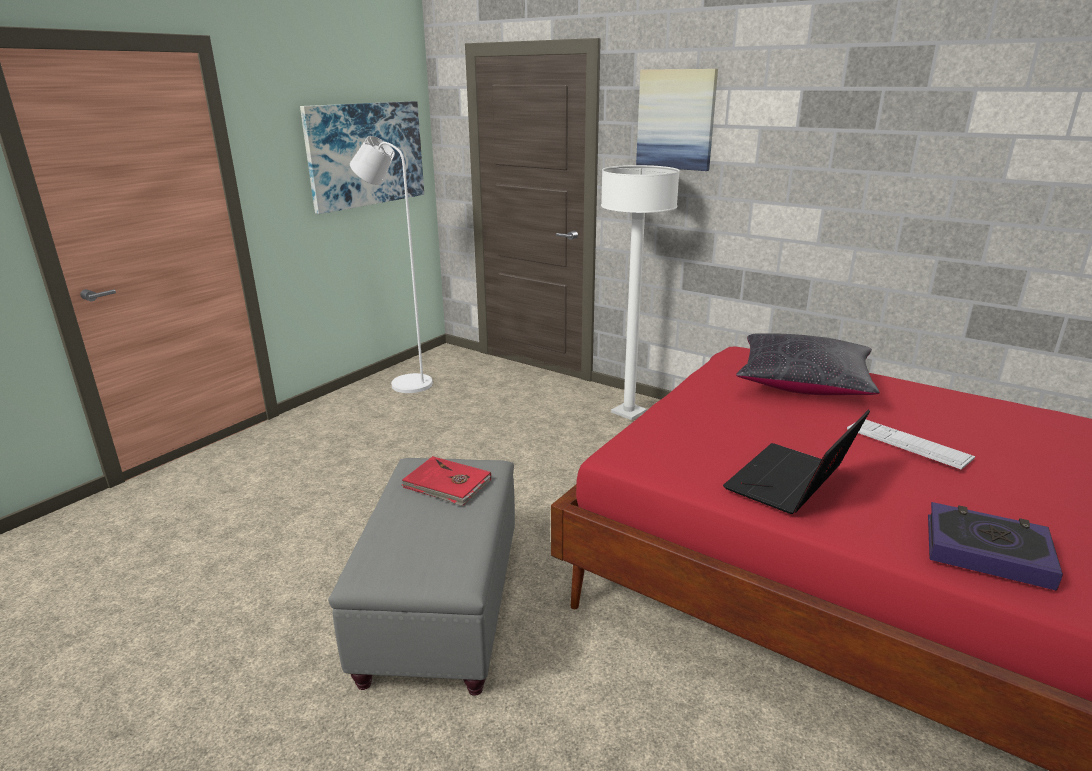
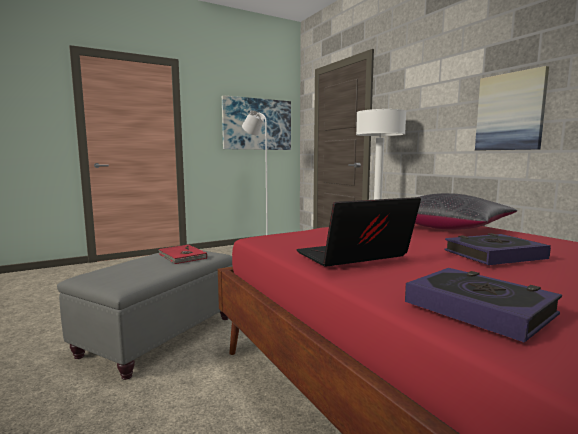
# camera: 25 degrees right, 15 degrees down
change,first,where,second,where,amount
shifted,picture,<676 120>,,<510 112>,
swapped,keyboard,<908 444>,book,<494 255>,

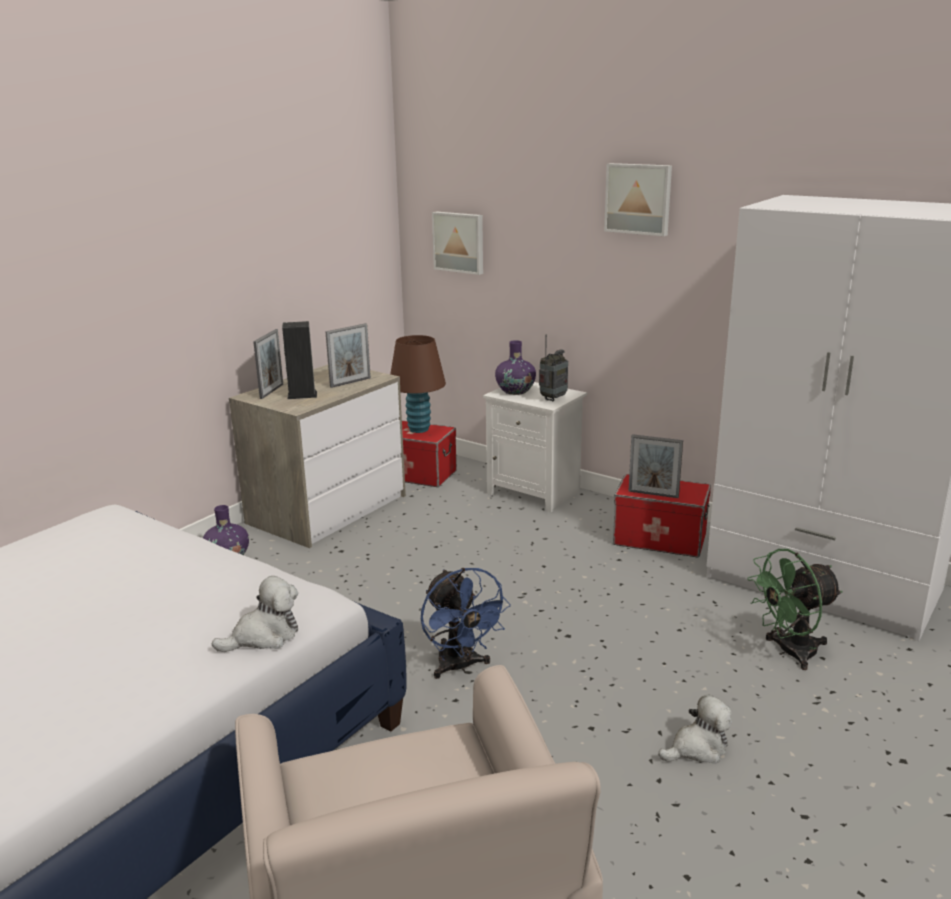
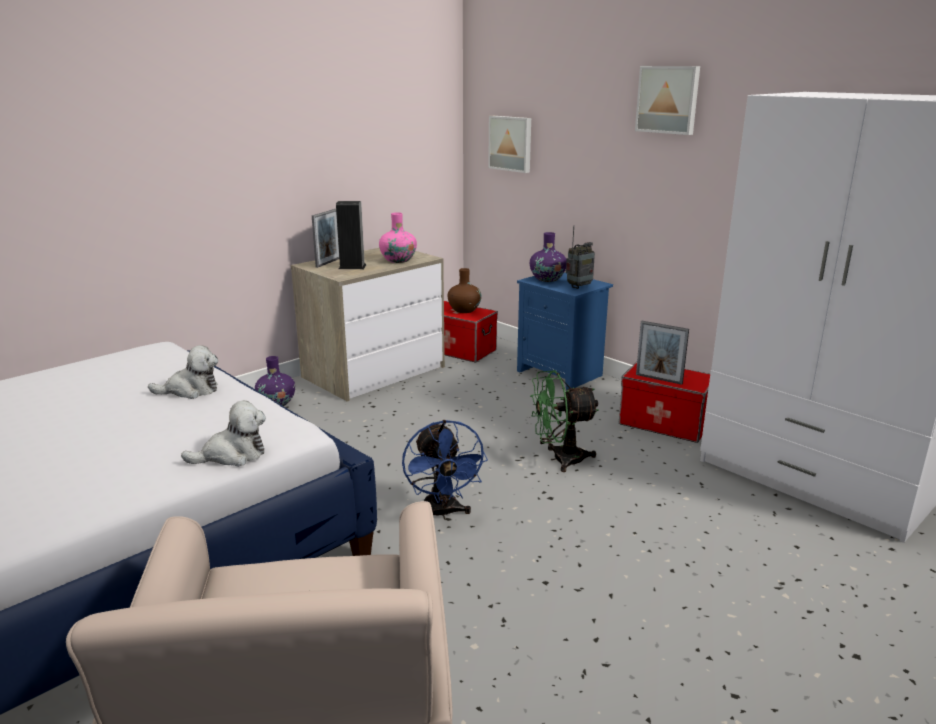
# camera: 10 degrees right, 0 degrees up
change,first,where,second,where,amount
shifted,plush toy,<697 748>,,<191 390>,
shifted,fan (green),<789 652>,,<560 459>,
swapped,picture frame,<350 382>,vase (pink),<398 260>,
swapped,table lamp (brown),<418 429>,vase (brown),<464 310>,
repainted,nightstand (white),<536 492>,nightstand (blue),<561 373>,

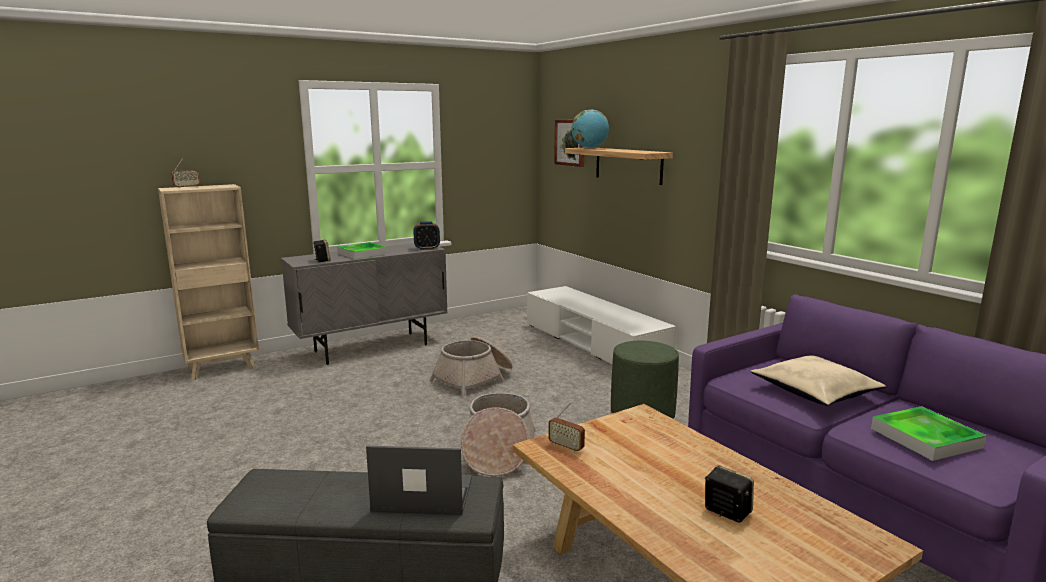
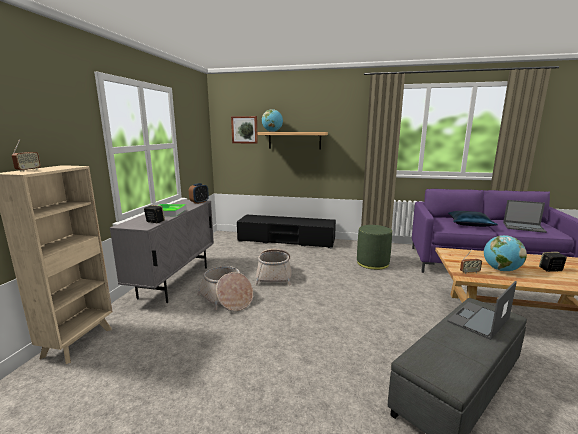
# camera: 45 degrees left, 0 degrees up
change,first,where,second,where,amount
new,,,globe,<501 270>,
shifted,basket,<498 451>,,<226 299>,
swapped,tray,<925 438>,laptop,<524 227>,
repainted,tv stand (white),<594 343>,tv stand (black),<286 240>,
repainted,pillow (beige),<816 392>,pillow (blue),<470 224>,

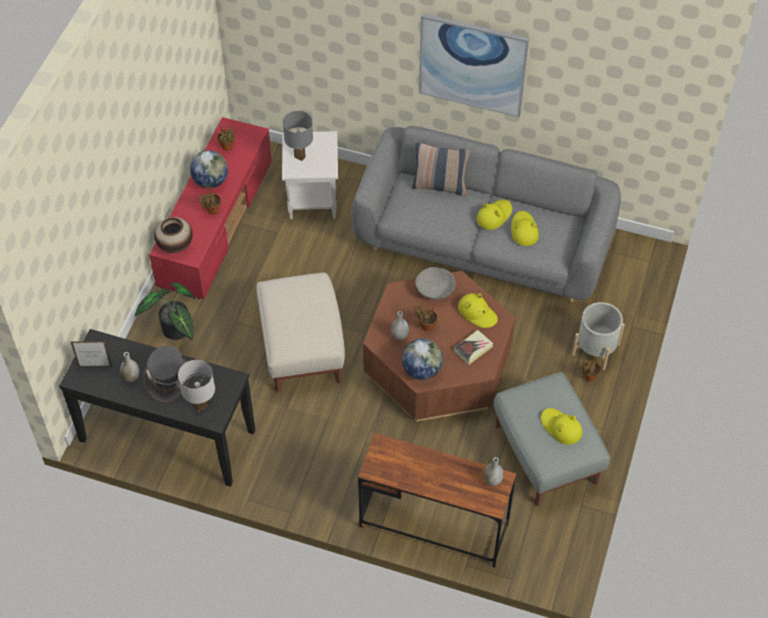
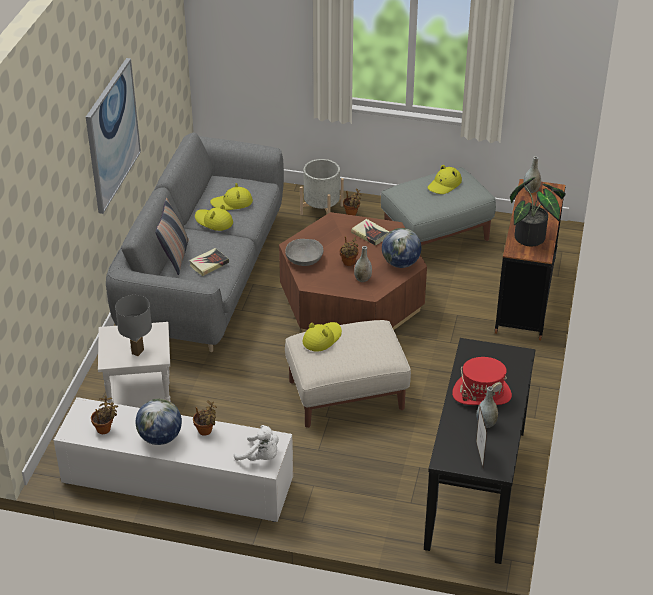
# camera: 95 degrees left, 15 degrees down
change,first,where,second,where,amount
gone,table lamp (white),<201 406>,,,
new,,,book,<209 264>,
shifted,potted plant,<176 331>,,<533 237>,
shifted,hat (yellow),<477 313>,,<322 338>,
swapped,vase,<175 245>,plush toy (white),<260 457>,
repainted,hat (grey),<168 379>,hat (red),<482 394>,
repainted,tv stand (red),<215 223>,tv stand (white),<176 482>,

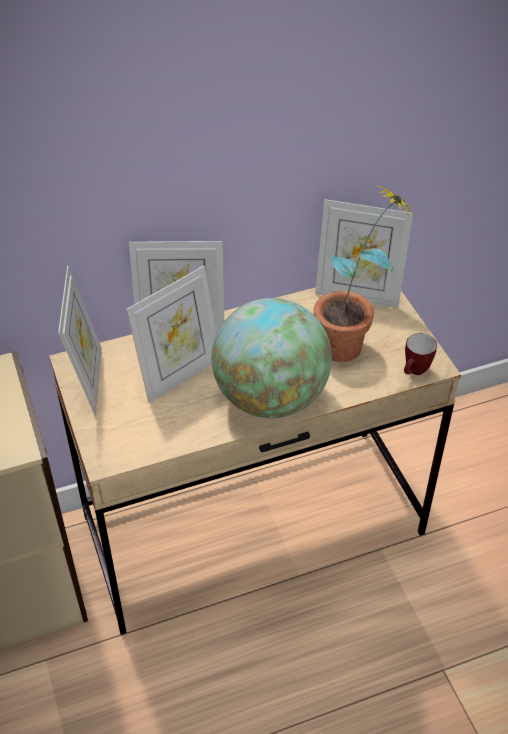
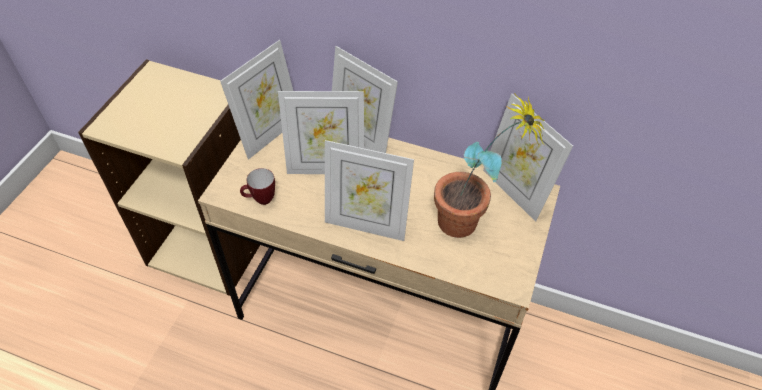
# camera: 40 degrees right, 5 degrees up
change,first,where,second,where,amount
shifted,mug,<415 372>,,<260 200>,
swapped,globe,<270 397>,picture frame,<366 224>,

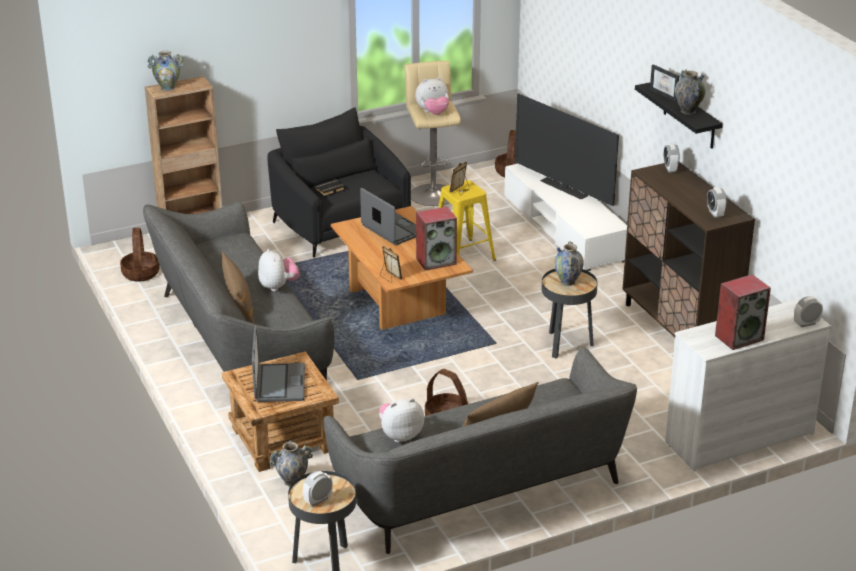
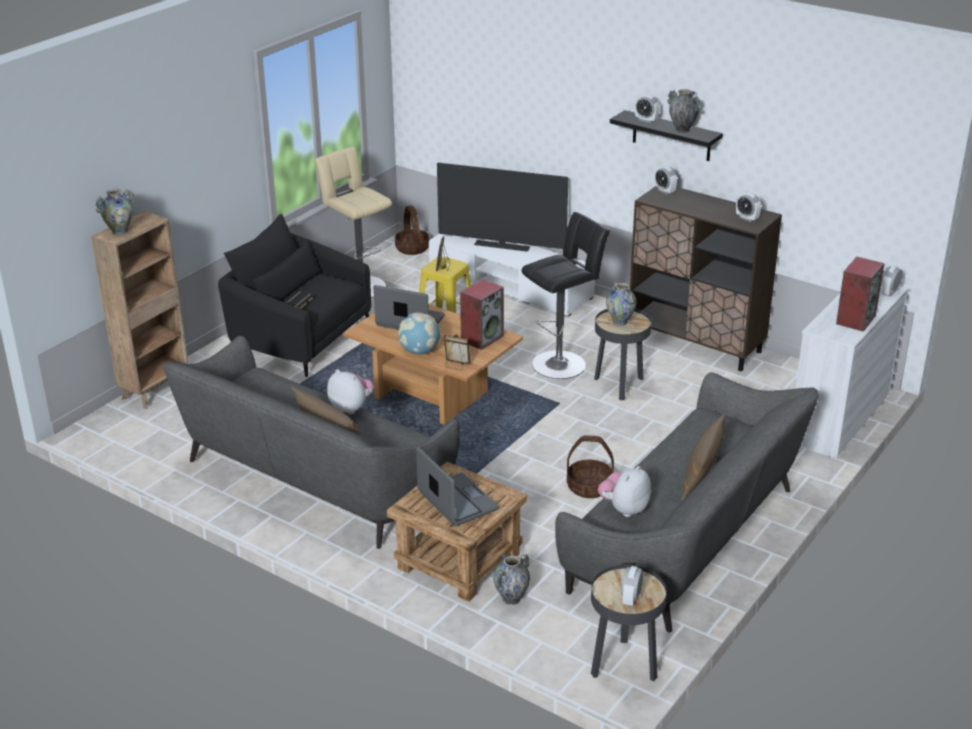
# camera: 30 degrees left, 0 degrees up
change,first,where,second,where,amount
gone,basket,<140 273>,,,
gone,plush toy,<433 113>,,,
new,,,globe,<419 351>,
new,,,stool (black),<562 363>,
swapped,picture frame,<666 94>,alarm clock,<646 120>,

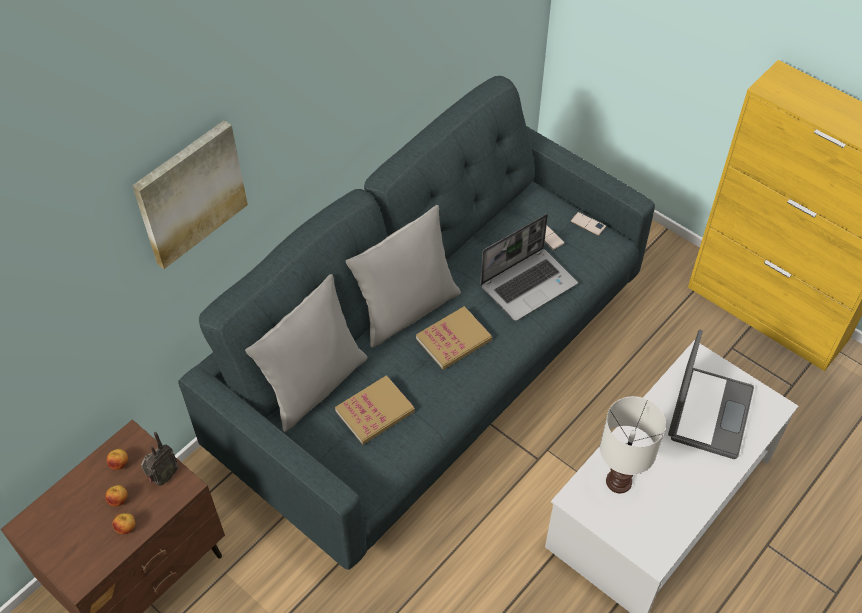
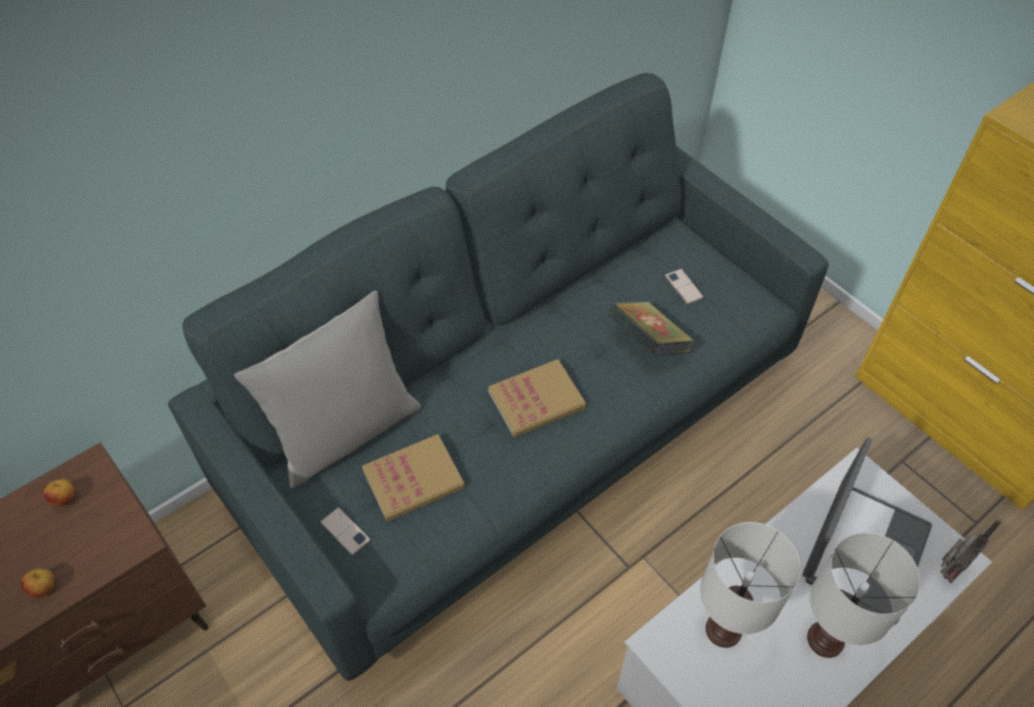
# camera: 10 degrees right, 0 degrees up
change,first,where,second,where,amount
gone,apple,<119 500>,,,
gone,picture,<190 193>,,,
gone,pillow (grey),<406 310>,,,
new,,,table lamp (white),<826 639>,
shifted,radio,<163 477>,,<947 571>,
shifted,phone,<588 224>,,<345 531>,
swapped,laptop,<528 284>,book,<647 343>,

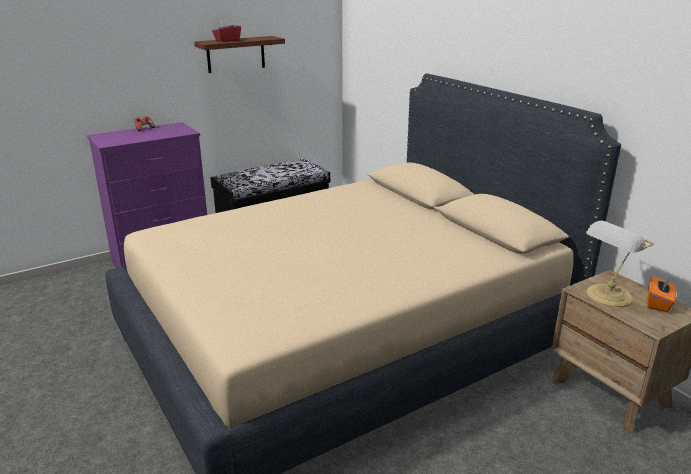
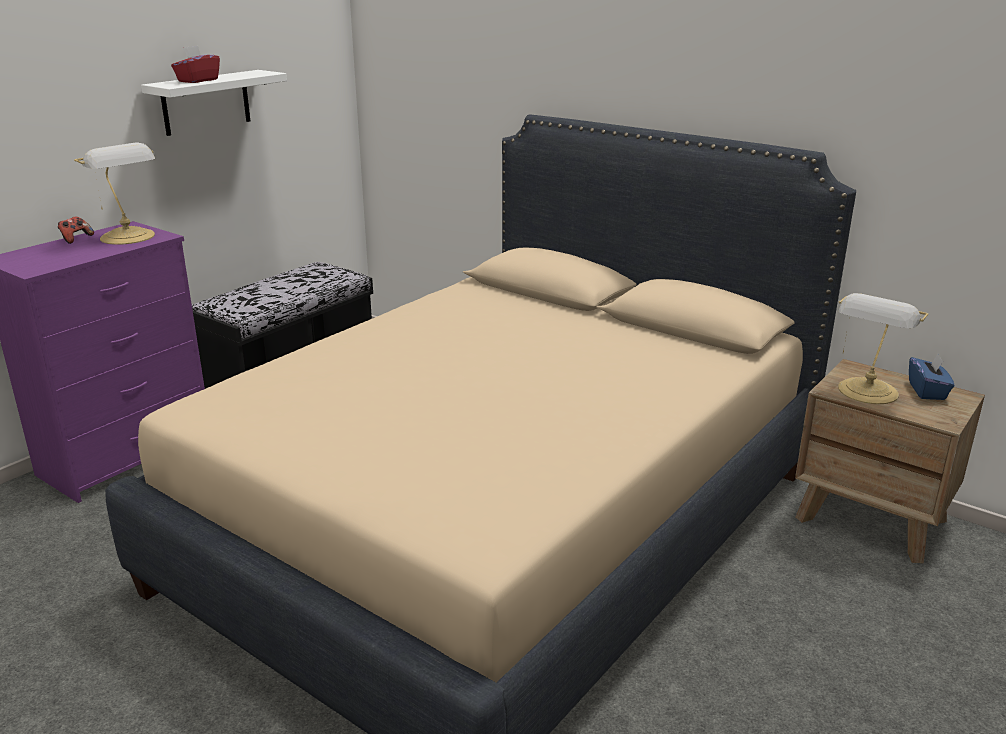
# camera: 20 degrees left, 0 degrees up
change,first,where,second,where,amount
new,,,table lamp,<129 237>,
repainted,shelf (brown),<236 54>,shelf (white),<206 102>,
repainted,tissue box (orange),<658 303>,tissue box (blue),<927 391>,

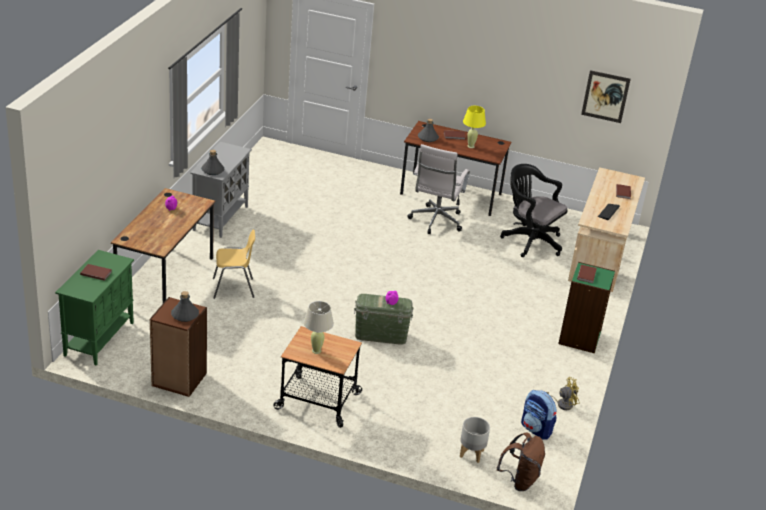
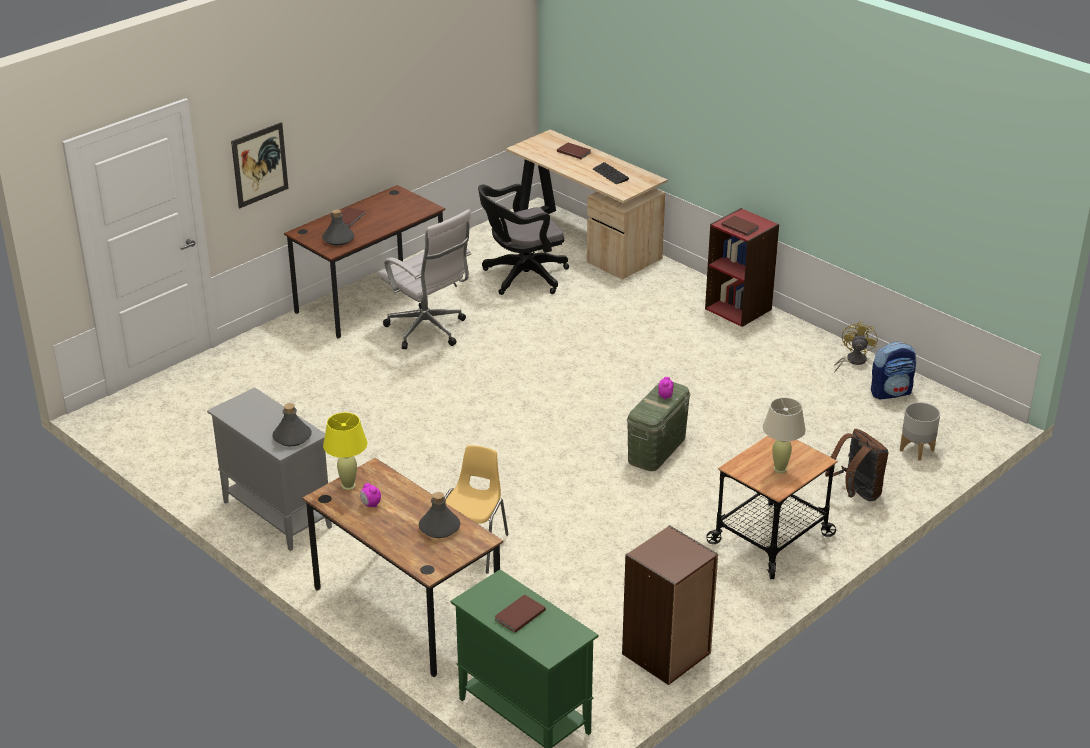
# camera: 60 degrees left, 0 degrees up
change,first,where,second,where,amount
shifted,bottle (grey),<185 315>,,<439 527>,
shifted,table lamp (yellow),<471 146>,,<348 485>,
shifted,backpack (brown),<519 480>,,<856 493>,
shifted,picture,<605 96>,,<260 165>,
repainted,bookcase (green),<580 338>,bookcase (red),<739 309>,

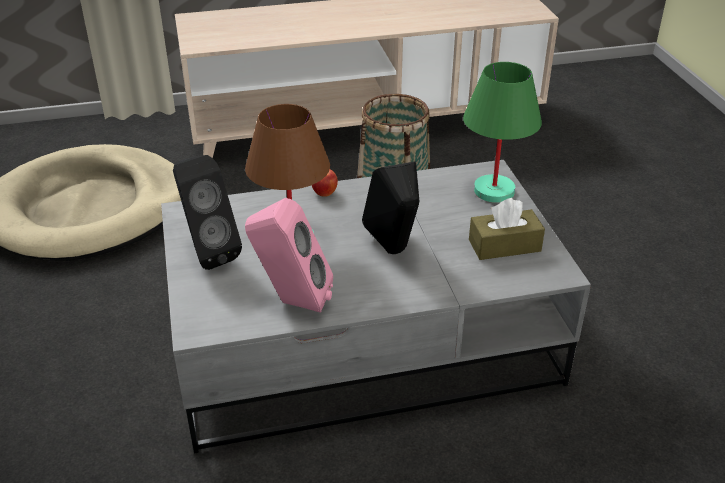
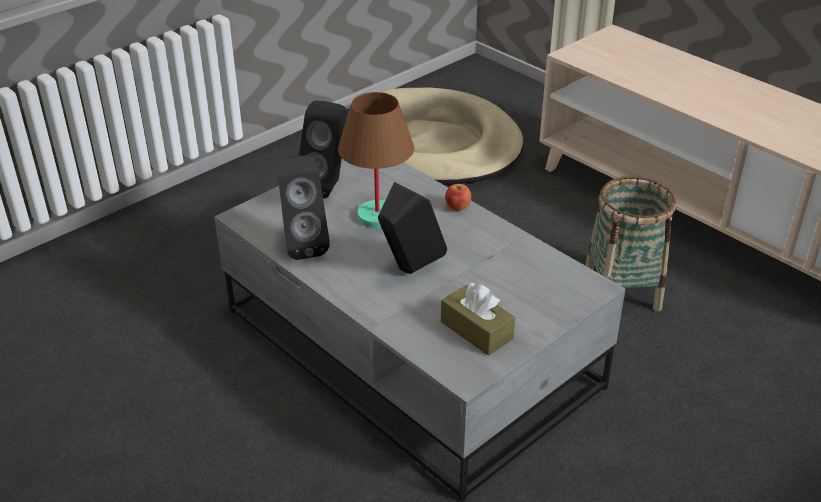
# camera: 60 degrees right, 0 degrees up
change,first,where,second,where,amount
gone,table lamp (green),<494 190>,,,
repainted,speaker (pink),<291 302>,speaker (black),<303 244>,

